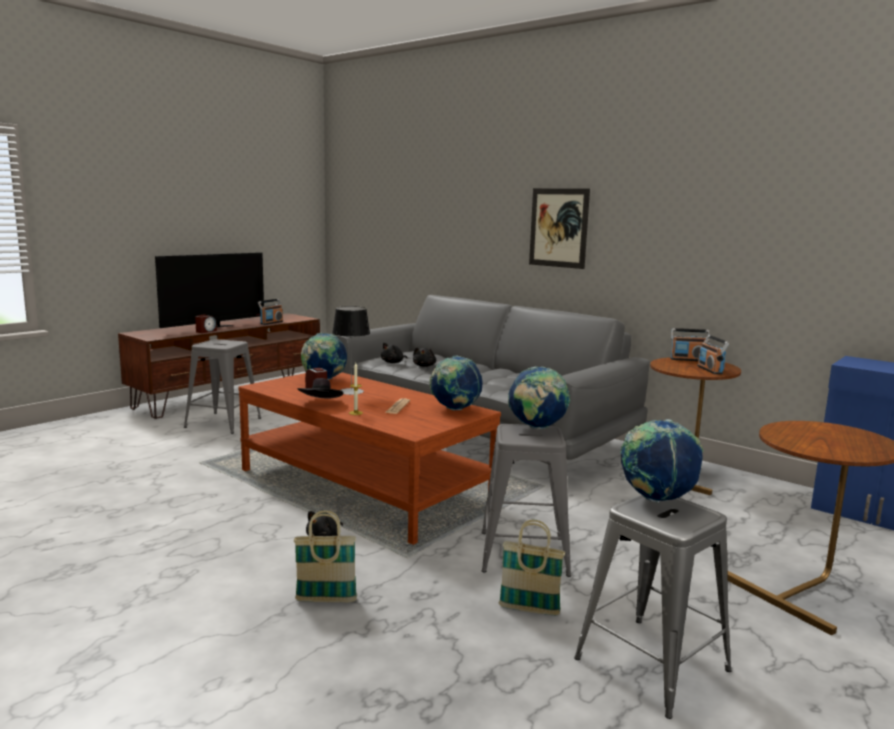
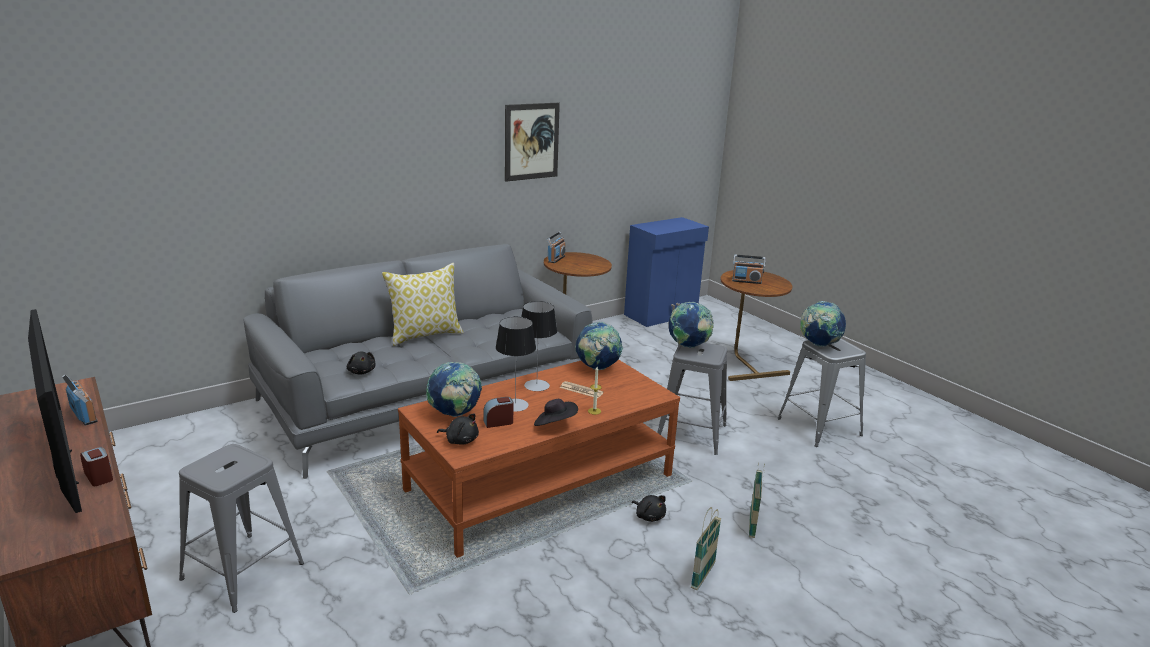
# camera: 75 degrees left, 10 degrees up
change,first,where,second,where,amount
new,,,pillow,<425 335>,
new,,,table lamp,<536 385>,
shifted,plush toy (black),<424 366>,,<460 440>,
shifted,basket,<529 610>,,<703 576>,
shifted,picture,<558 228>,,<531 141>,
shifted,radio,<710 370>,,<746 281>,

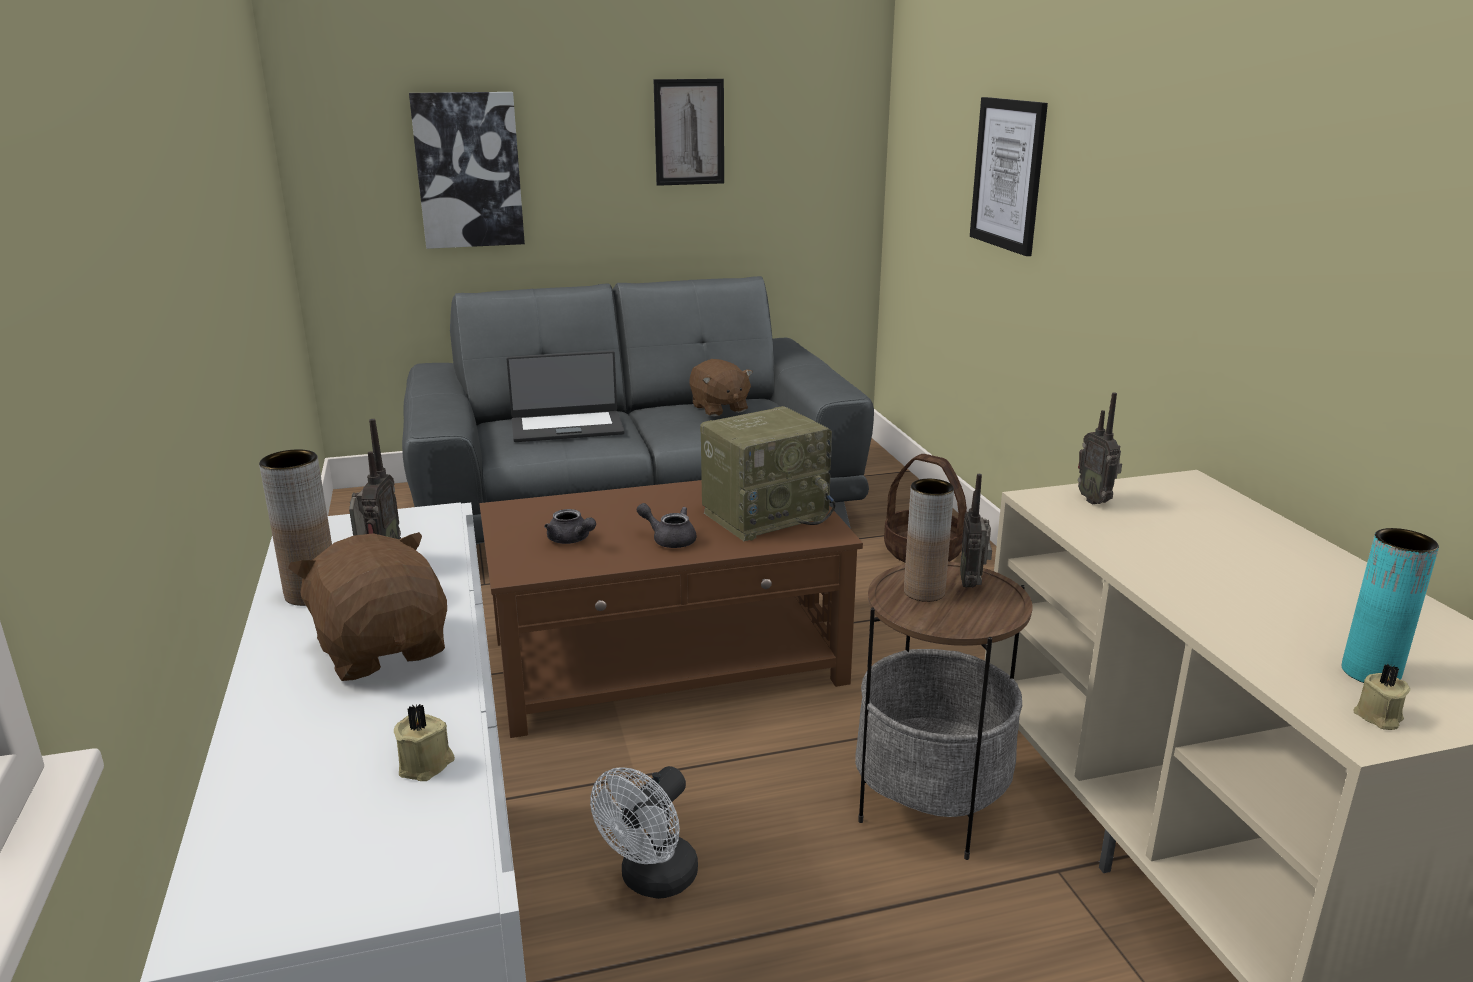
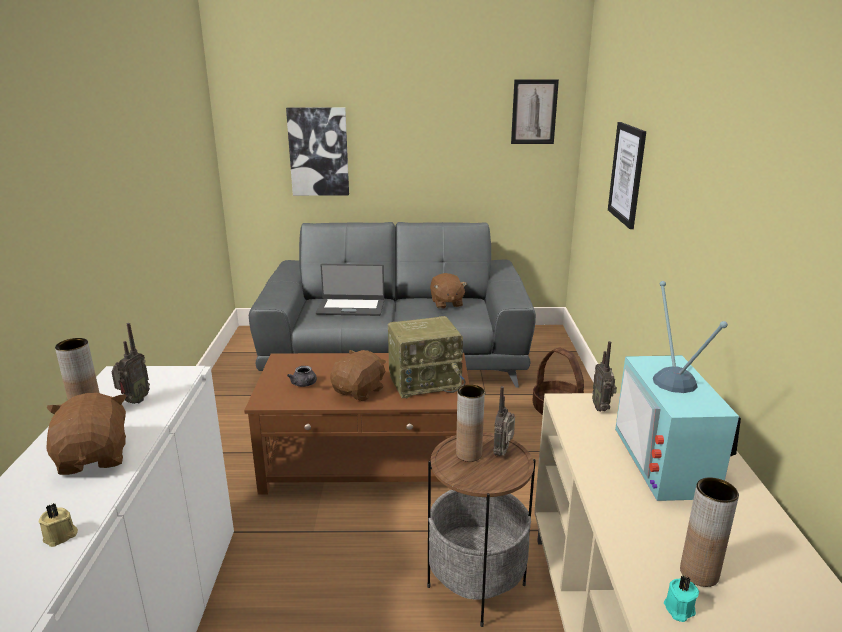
# camera: 15 degrees right, 0 degrees up
change,first,where,second,where,amount
gone,fan (white),<652 881>,,,
new,,,television,<671 462>,
shifted,picture,<689 132>,,<534 112>,
swapped,teapot (grey),<669 539>,plush toy (brown),<359 391>,
repainted,vase (turquoise),<1370 673>,vase (brown),<699 573>,
repainted,candle (beige),<1378 717>,candle (turquoise),<678 609>,

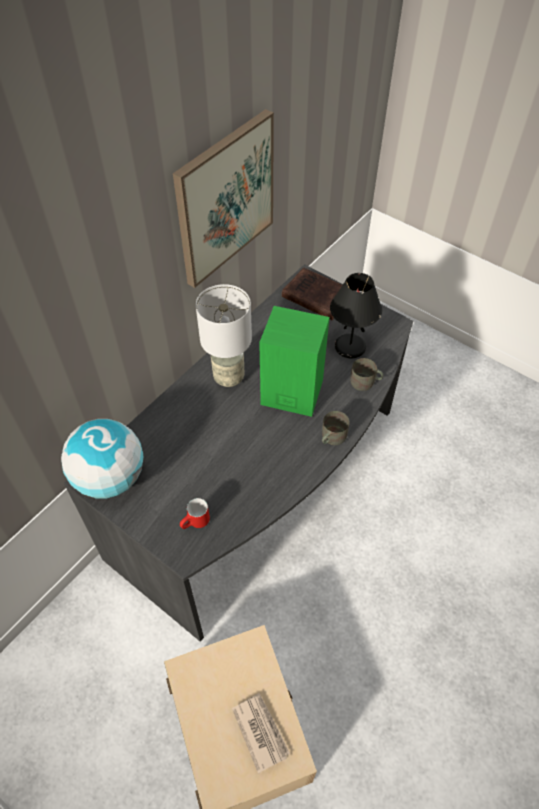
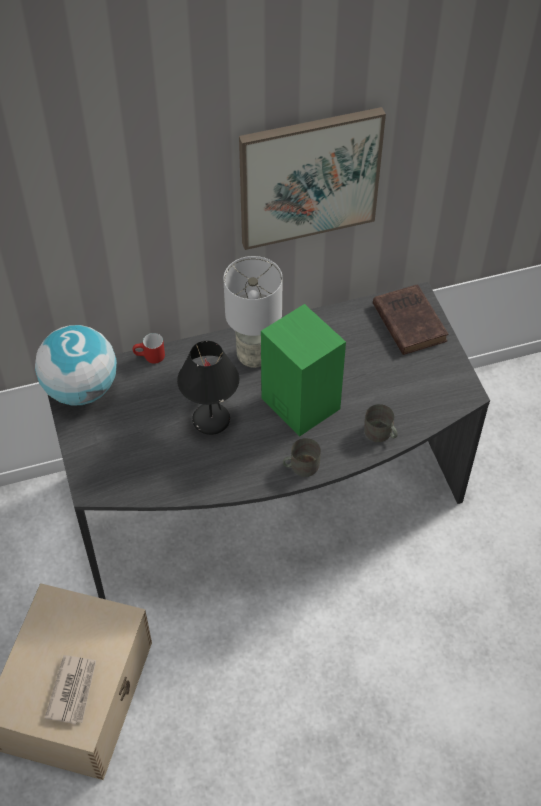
# camera: 35 degrees right, 0 degrees up
change,first,where,second,where,amount
shifted,mug (red),<196 523>,,<150 358>,
shifted,table lamp (black),<349 347>,,<210 420>,

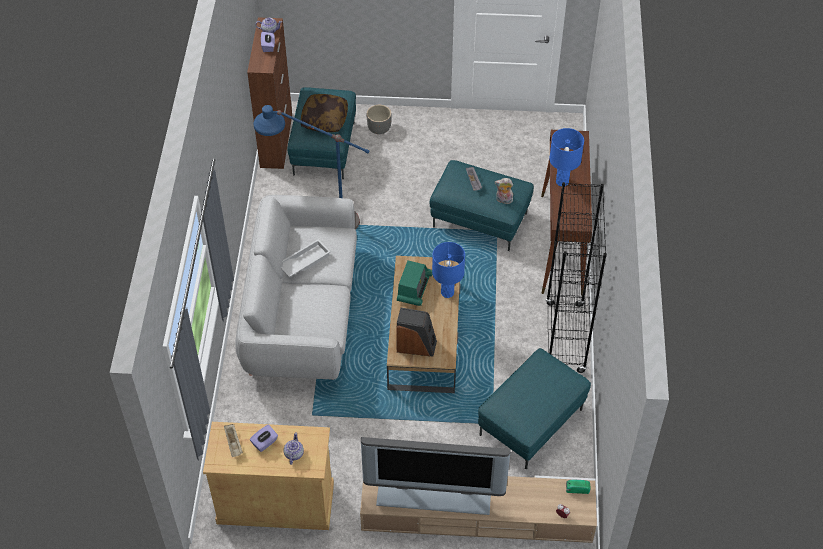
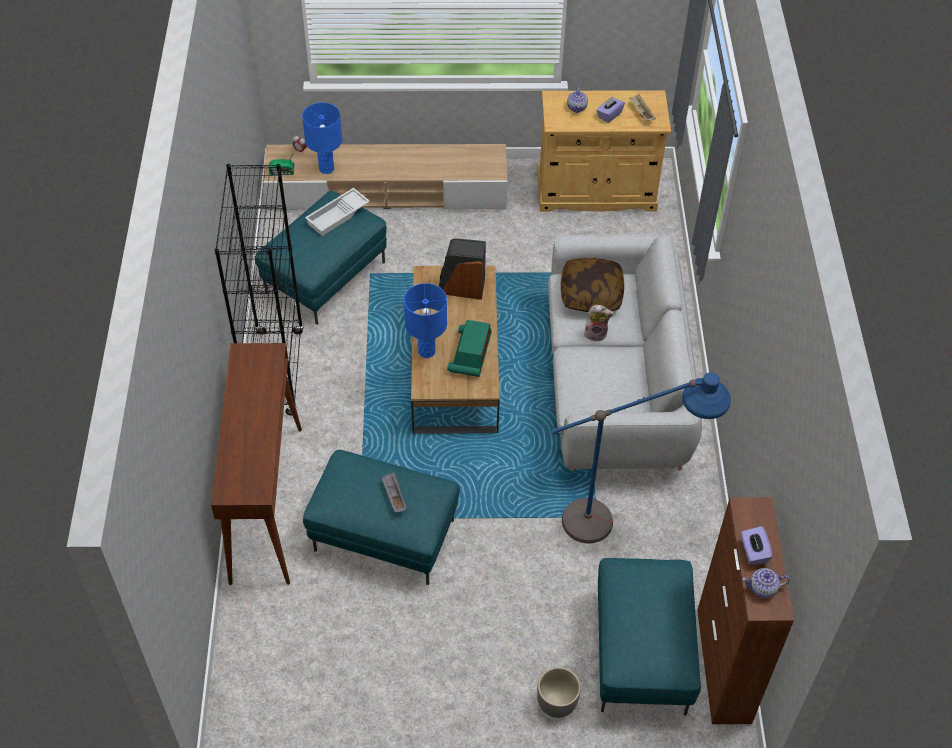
# camera: 175 degrees right, 0 degrees up
change,first,where,second,where,amount
gone,television,<434 493>,,,
shifted,tray (white),<304 261>,,<338 216>,
shifted,pillow,<324 120>,,<591 294>,
shifted,plush toy,<503 200>,,<596 333>,
shifted,table lamp (blue),<562 181>,,<326 169>,

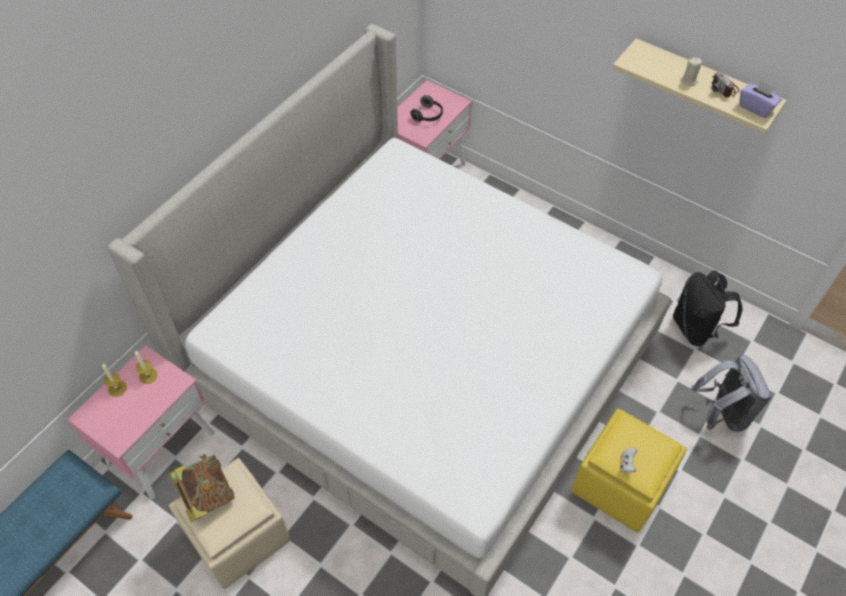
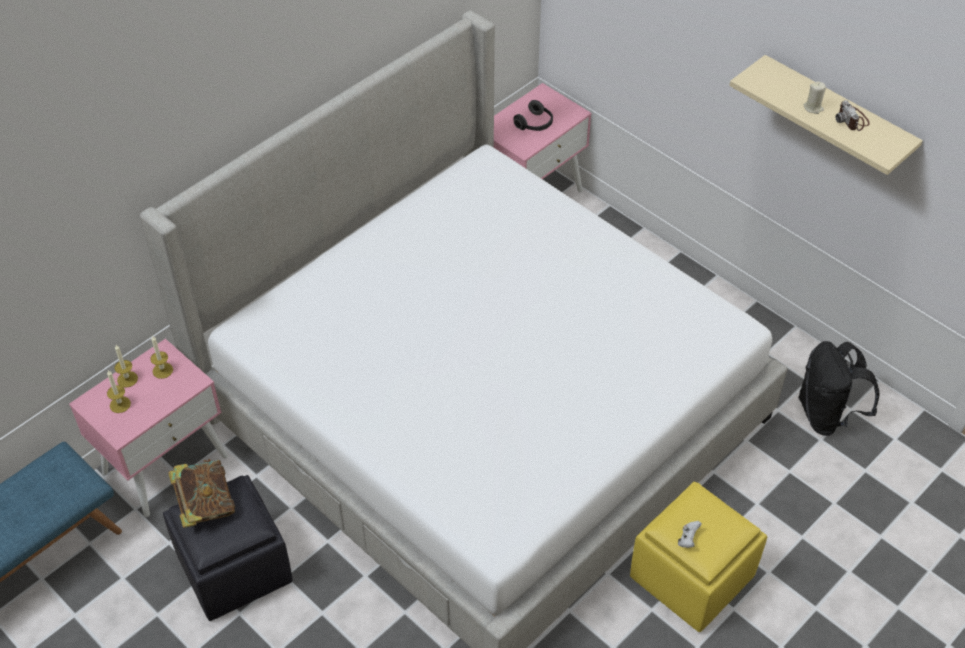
# camera: 10 degrees right, 5 degrees down
change,first,where,second,where,amount
gone,backpack (grey),<721 414>,,,
gone,tissue box (purple),<756 107>,,,
new,,,candle,<120 404>,
repainted,ottoman (beige),<238 536>,ottoman (black),<236 569>,

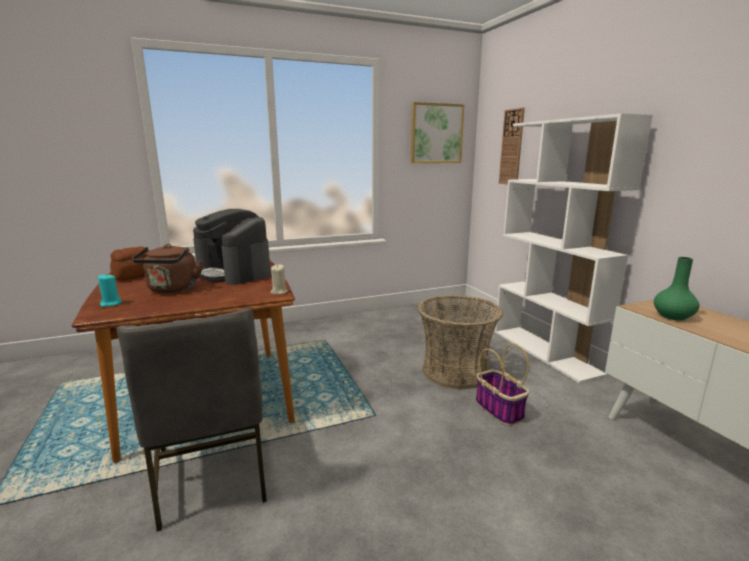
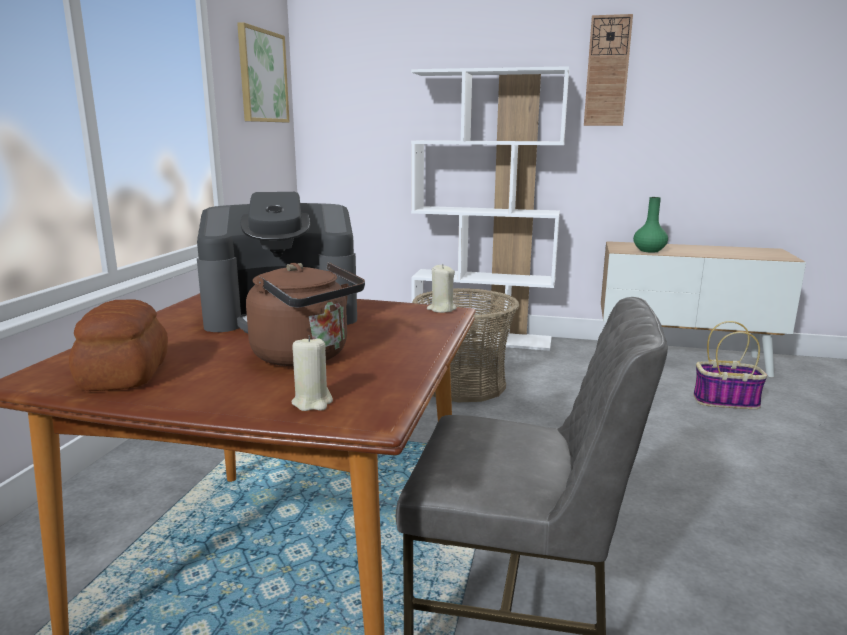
# camera: 55 degrees left, 0 degrees up
change,first,where,second,where,amount
shifted,basket,<500 410>,,<726 401>,
shifted,wall clock,<511 147>,,<607 71>,
repainted,candle (turquoise),<111 303>,candle (beige),<312 402>,

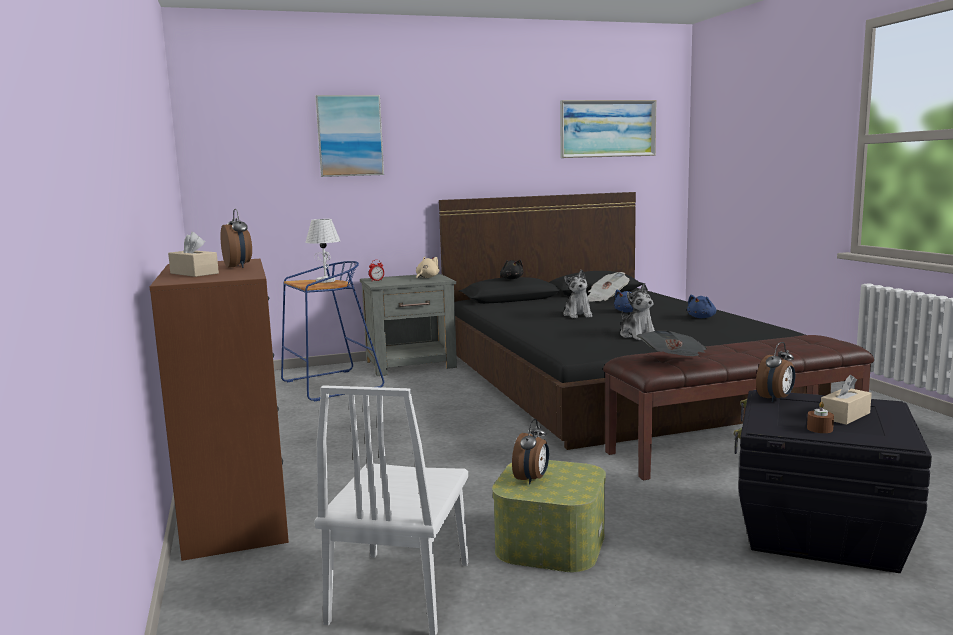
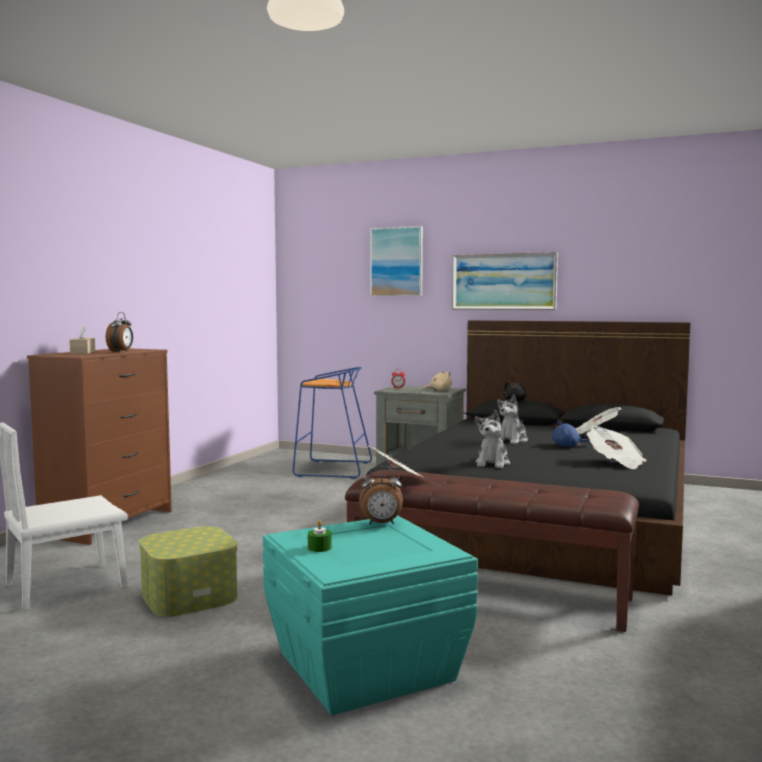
# camera: 40 degrees right, 5 degrees down
change,first,where,second,where,amount
gone,table lamp (white),<326 281>,,,
gone,alarm clock,<532 479>,,,
gone,tissue box (beige),<845 415>,,,
shifted,picture,<607 128>,,<503 281>,
swapped,plush toy (blue),<702 317>,newspaper,<616 463>,
repainted,storage box (black),<819 531>,storage box (turquoise),<363 665>,
repainted,candle (brown),<819 429>,candle (green),<319 548>,

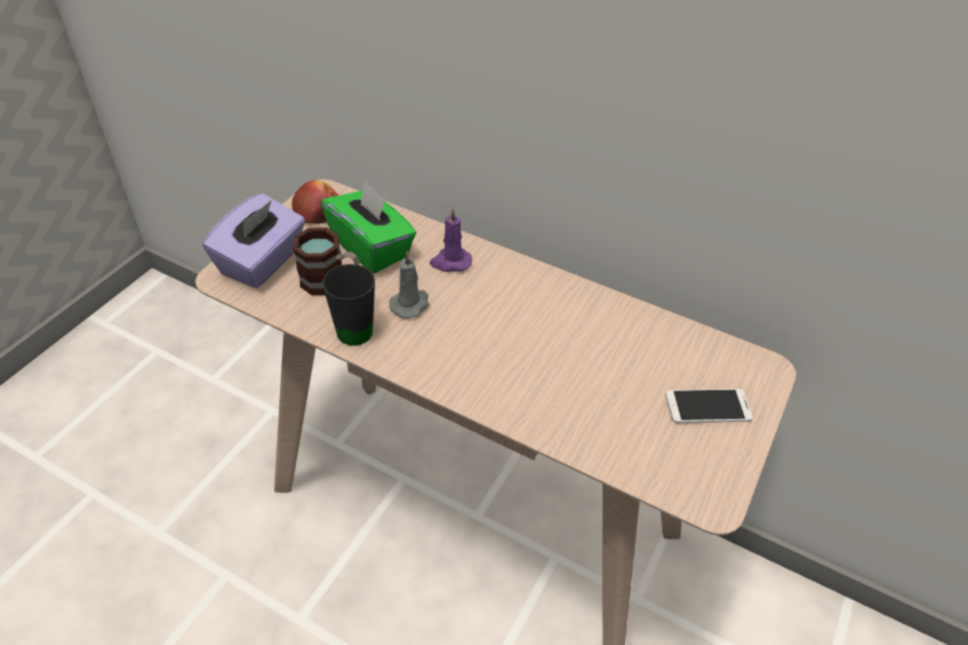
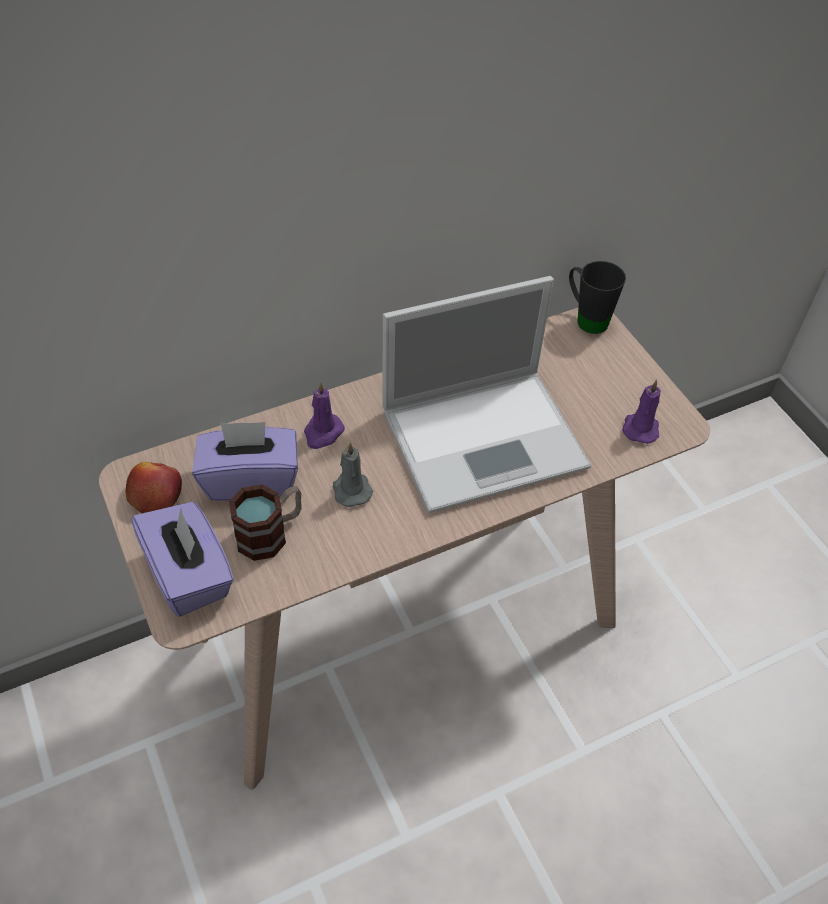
# camera: 55 degrees left, 5 degrees up
change,first,where,second,where,amount
gone,phone,<707 406>,,,
new,,,laptop,<487 437>,
new,,,candle (purple),<640 427>,
shifted,mug (black),<358 325>,,<586 318>,
repainted,tissue box (green),<371 248>,tissue box (purple),<250 479>,

